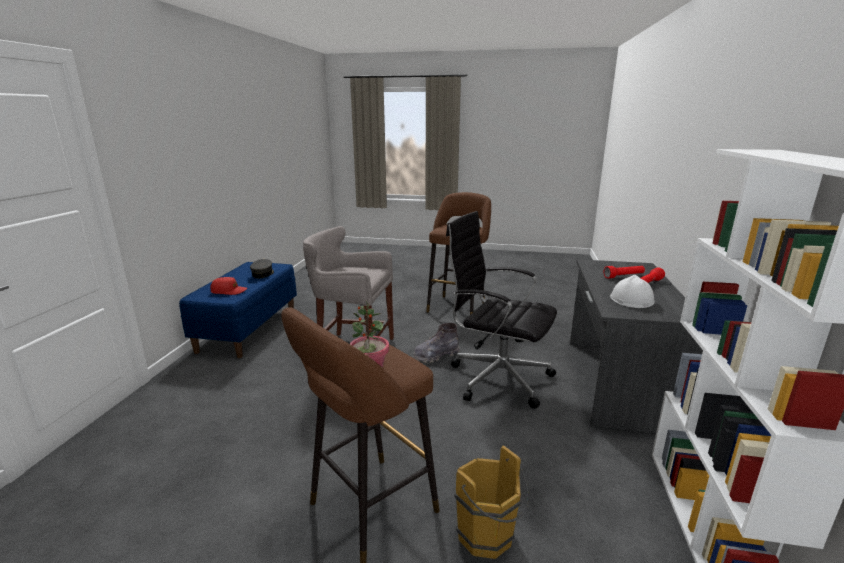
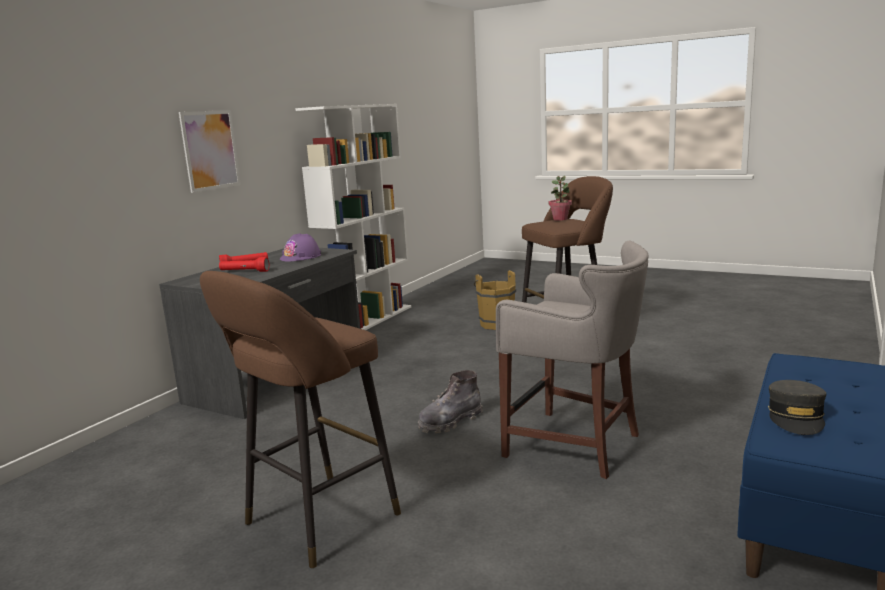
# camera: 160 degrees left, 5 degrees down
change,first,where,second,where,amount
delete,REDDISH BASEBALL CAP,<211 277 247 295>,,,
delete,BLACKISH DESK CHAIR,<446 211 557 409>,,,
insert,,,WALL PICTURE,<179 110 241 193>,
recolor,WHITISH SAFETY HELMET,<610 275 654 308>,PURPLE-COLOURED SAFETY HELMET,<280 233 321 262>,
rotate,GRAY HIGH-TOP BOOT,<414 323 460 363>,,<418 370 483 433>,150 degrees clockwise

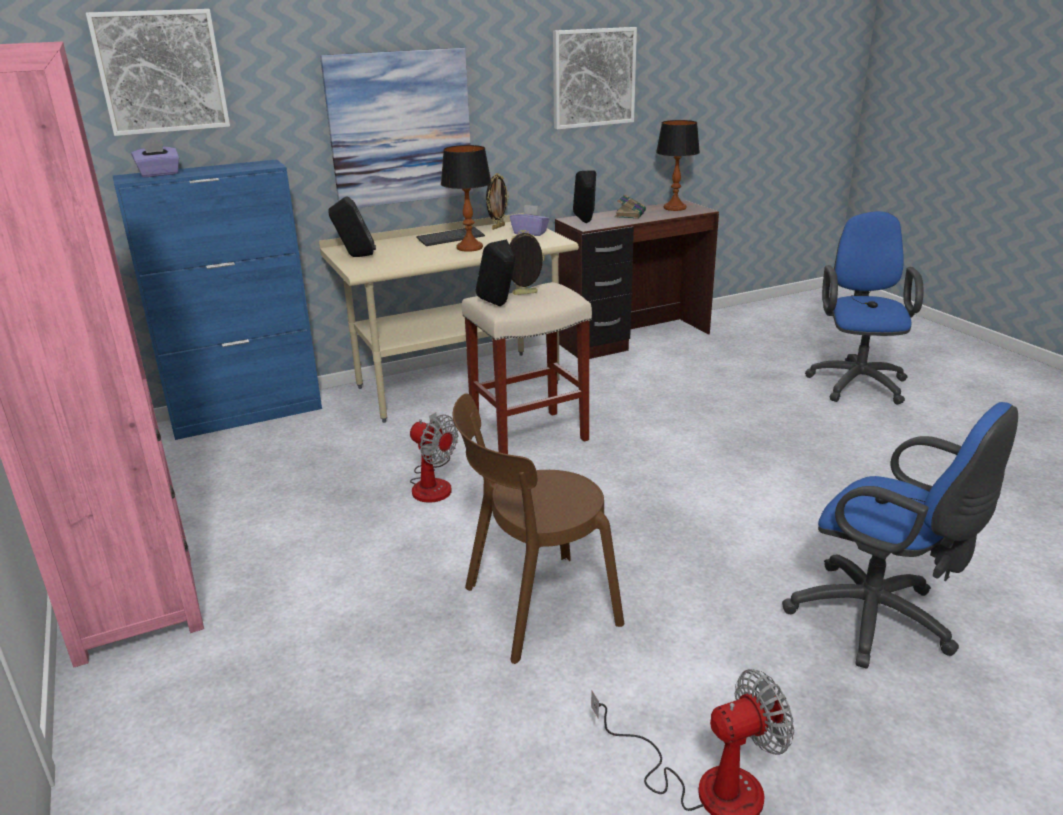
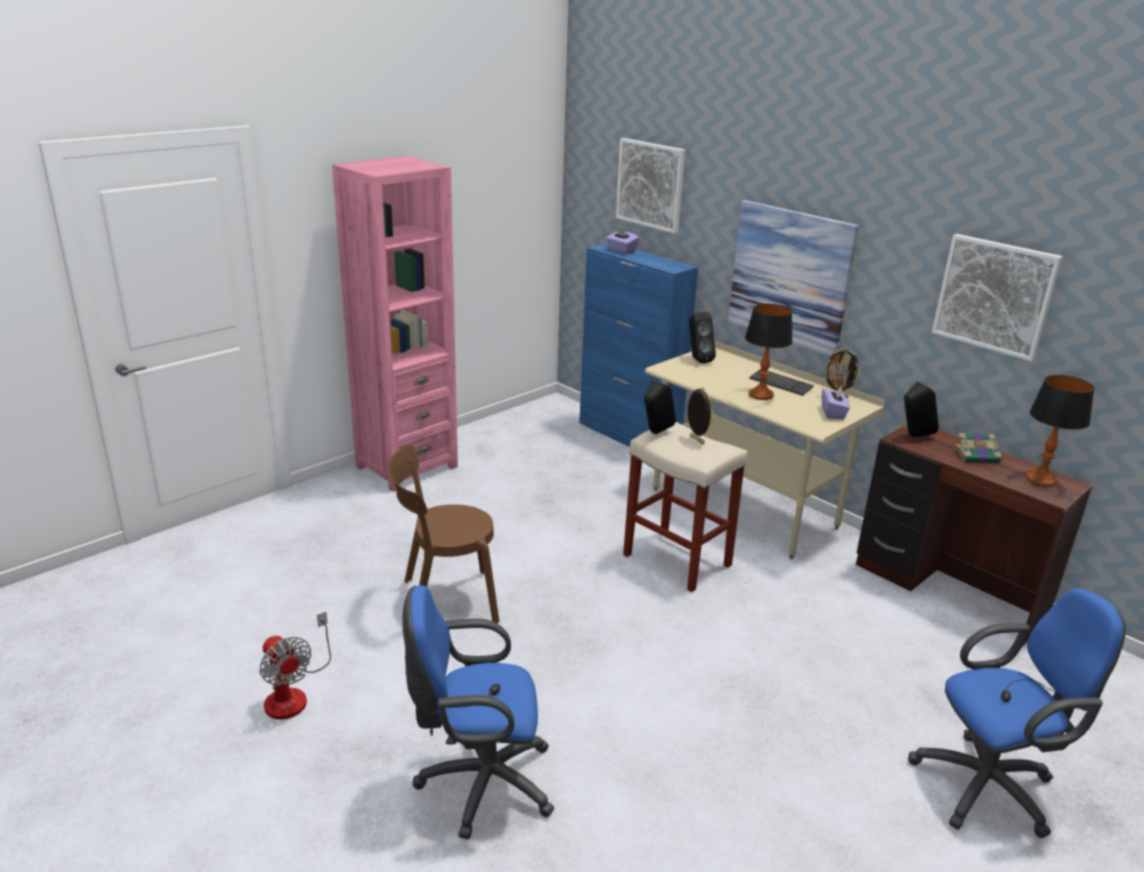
# camera: 70 degrees right, 0 degrees up
change,first,where,second,where,amount
delete,FAN,<410 413 458 503>,,,
rotate,BROWNISH UPRIGHT CHAIR,<453 393 624 664>,,<388 444 499 623>,60 degrees counterclockwise
rotate,BLUE-COLOURED DESK CHAIR,<782 402 1018 668>,,<402 585 554 839>,60 degrees clockwise

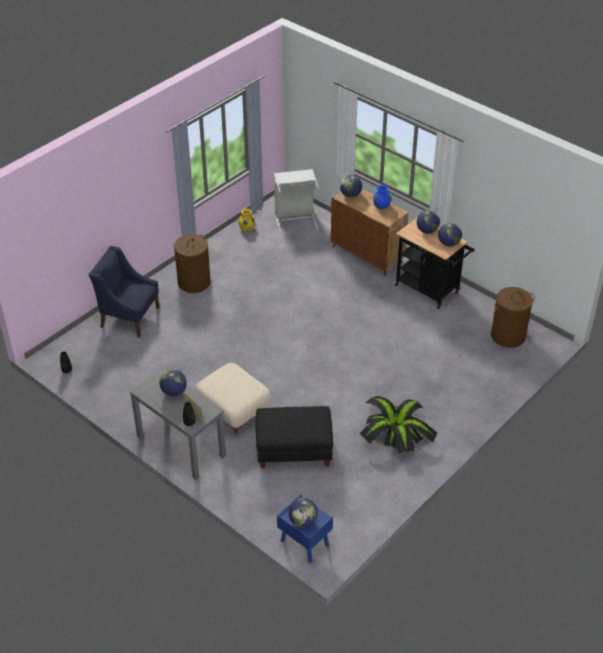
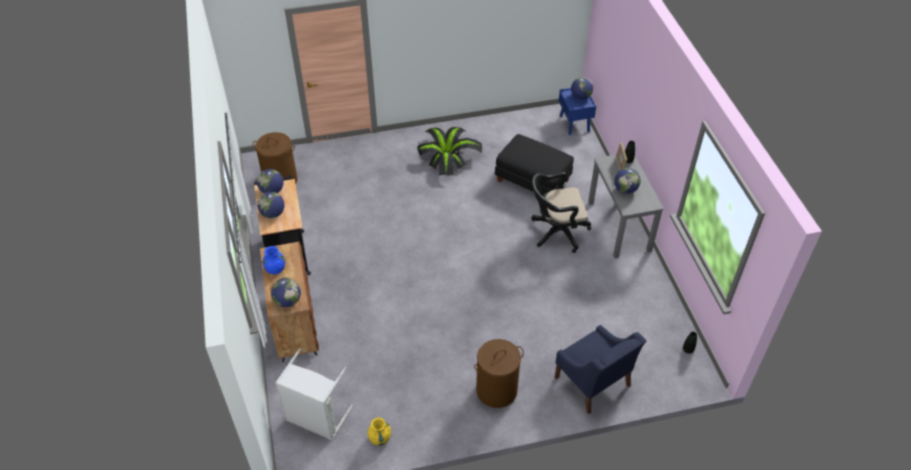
# camera: 145 degrees left, 5 degrees up
change,first,where,second,where,amount
replace,SAND-COLOURED FOOTREST,<195 363 271 436>,BLACKISH DESK CHAIR,<531 172 591 253>,

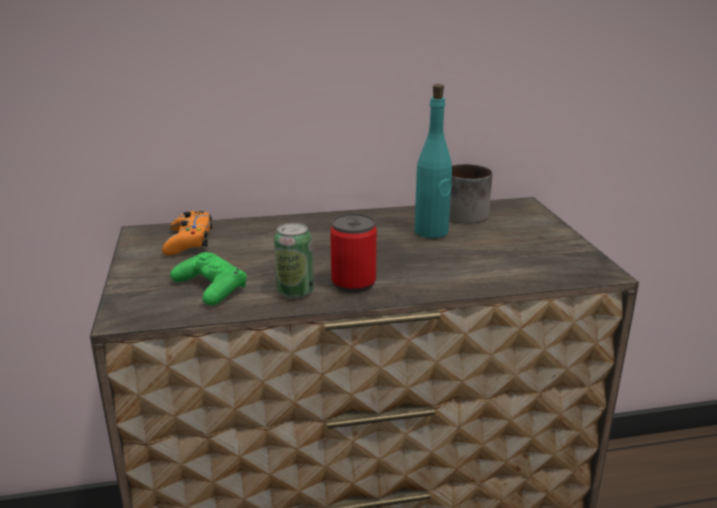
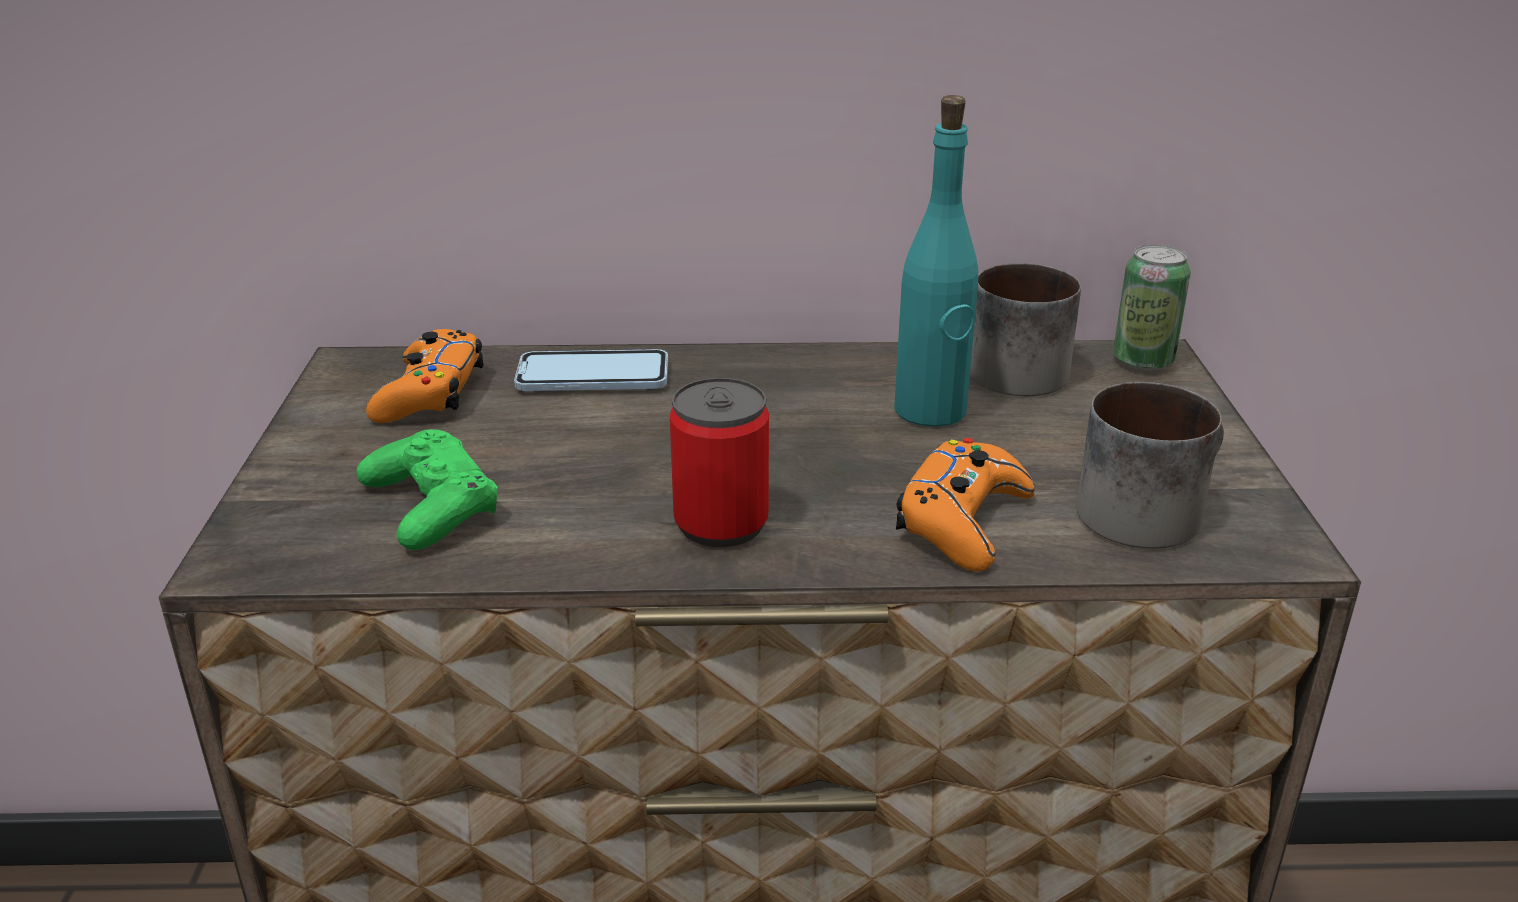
# camera: 10 degrees right, 5 degrees up
change,first,where,second,where,amount
insert,,,PHONE,<514 349 668 391>,
insert,,,ORANGEY GAMEPAD,<896 438 1035 571>,
insert,,,COFFEE MUG,<1076 382 1224 549>,
move,CAN,<274 223 313 298>,,<1113 244 1191 371>,

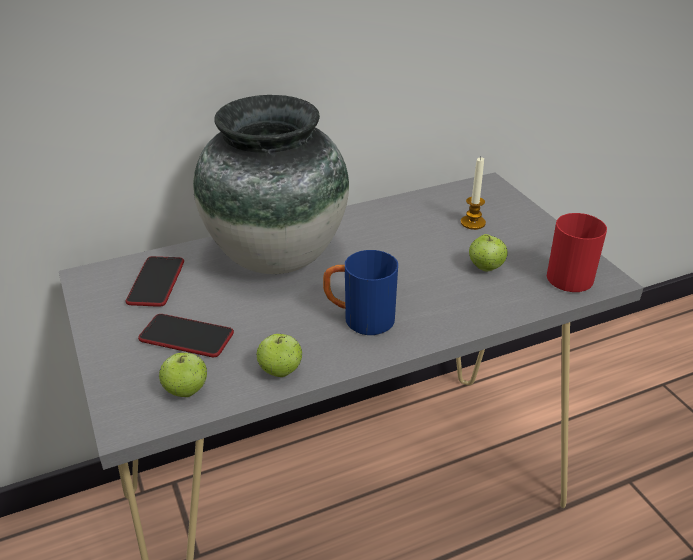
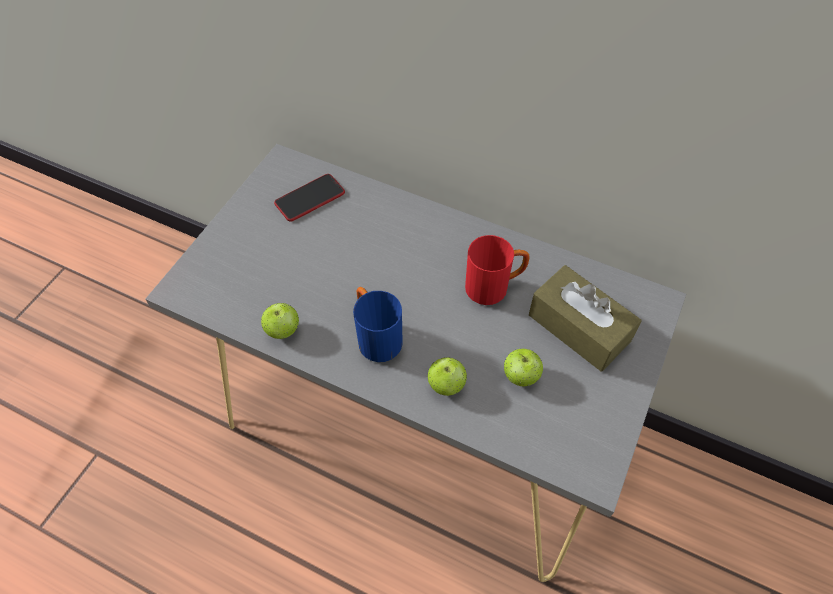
# camera: 50 degrees right, 20 degrees up
change,first,where,second,where,amount
delete,PHONE,<138 314 234 357>,,,
delete,DECORATIVE VASE,<193 95 349 274>,,,
move,APPLE,<159 353 207 397>,,<427 357 467 396>,
move,REDDISH COFFEE MUG,<547 213 607 292>,,<465 235 530 305>,
replace,WAX LIGHT,<461 157 486 230>,BROWNISH TISSUE HOLDER,<529 265 642 372>,

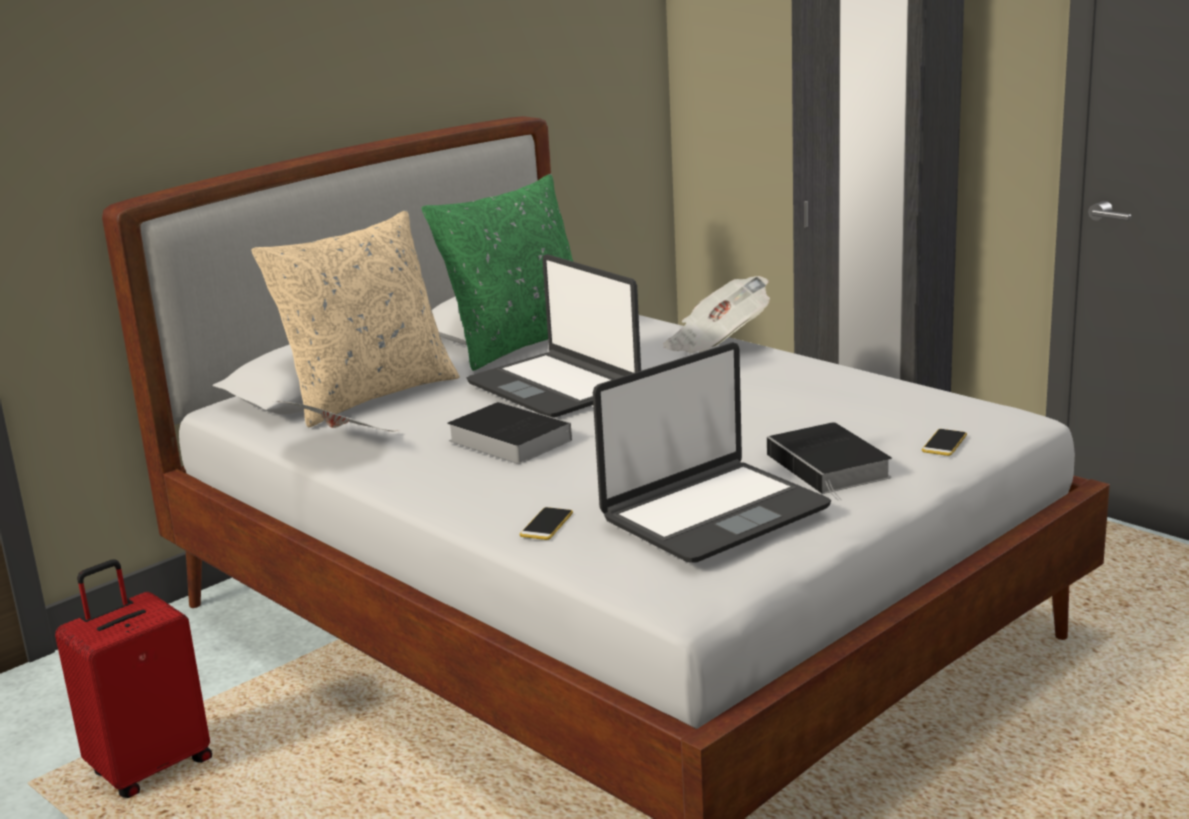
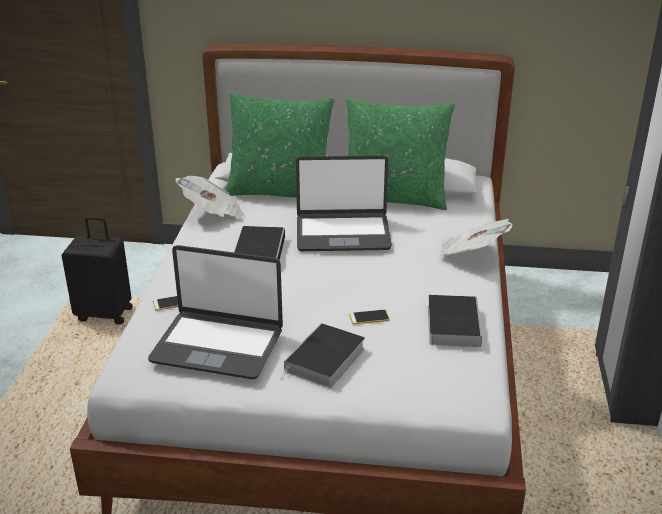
# camera: 50 degrees right, 10 degrees up
change,first,where,second,where,amount
insert,,,BOUND BOOK,<428 295 482 347>,
move,PHONE,<922 429 967 456>,,<349 310 390 324>,
recolor,REDDISH PIECE OF LUGGAGE,<55 560 212 798>,BLACKISH PIECE OF LUGGAGE,<62 216 133 325>,
recolor,SAND-COLOURED CUSHION,<251 210 460 428>,GREENISH CUSHION,<225 93 335 198>,
rotate,NOTEBOOK COMPUTER,<467 254 641 418>,,<296 155 392 251>,105 degrees counterclockwise

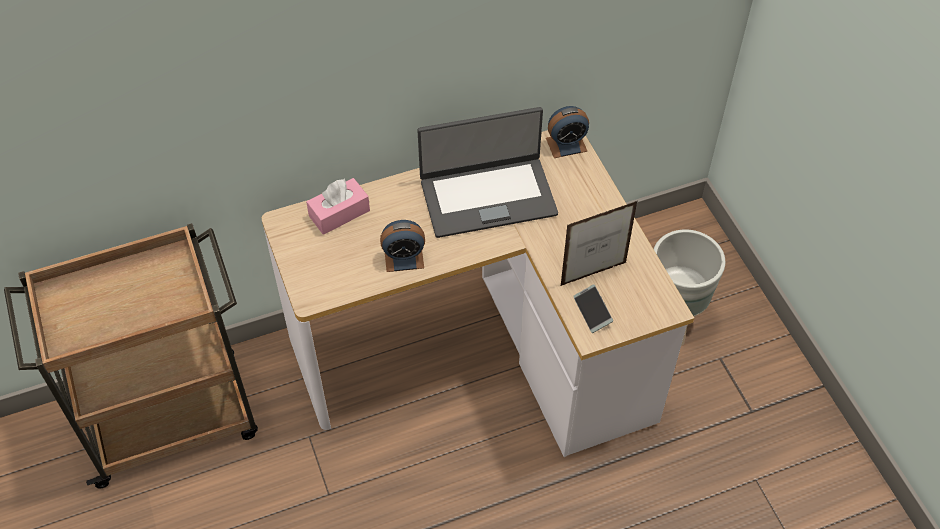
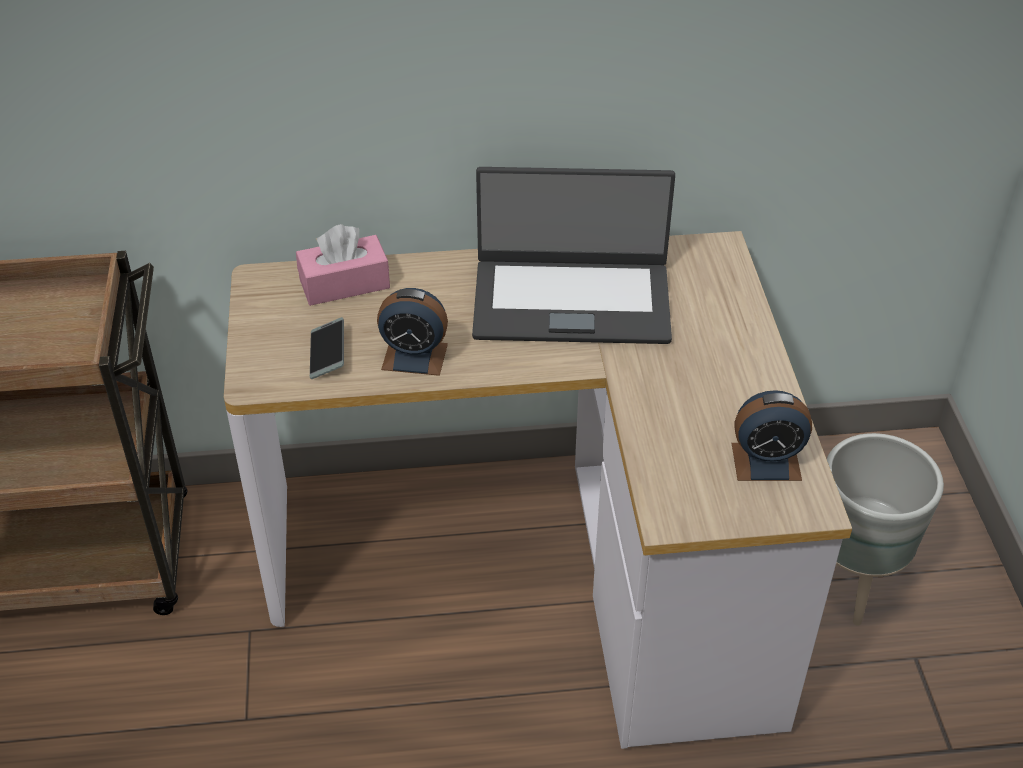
# camera: 15 degrees right, 10 degrees down
change,first,where,second,where,amount
delete,PICTURE FRAME,<561 201 637 286>,,,
move,ALARM CLOCK,<546 106 589 158>,,<731 390 812 481>,
move,PHONE,<573 284 613 333>,,<310 317 344 379>,

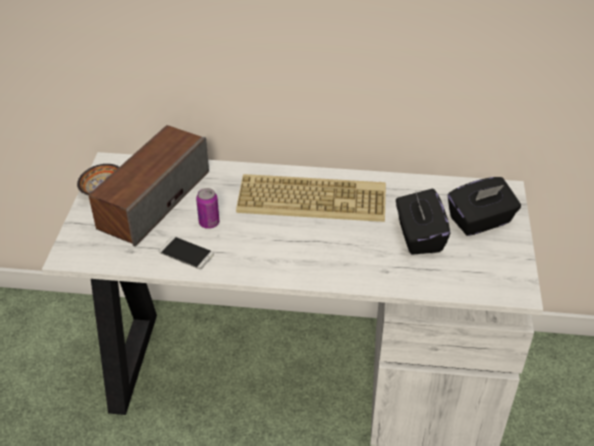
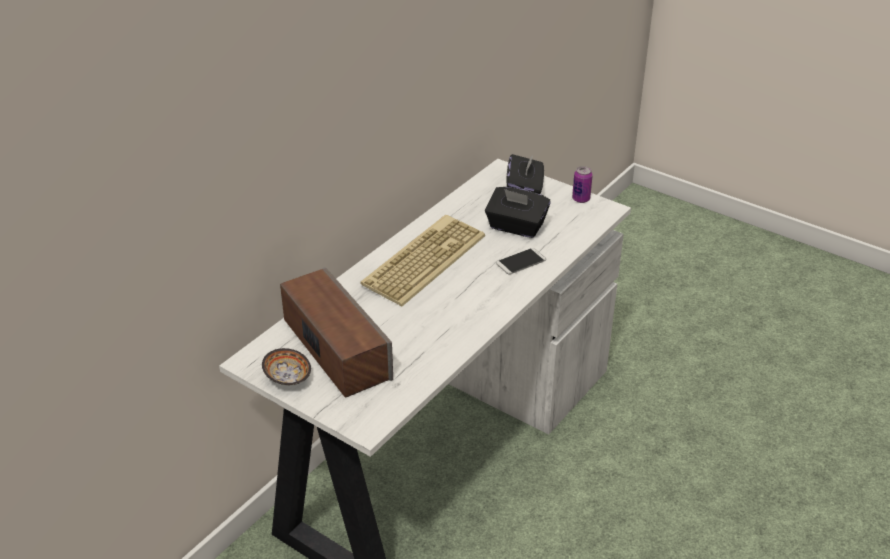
# camera: 60 degrees left, 5 degrees down
change,first,where,second,where,amount
move,PHONE,<159 236 214 269>,,<496 248 546 275>,
move,CAN,<196 188 219 229>,,<572 166 593 203>,

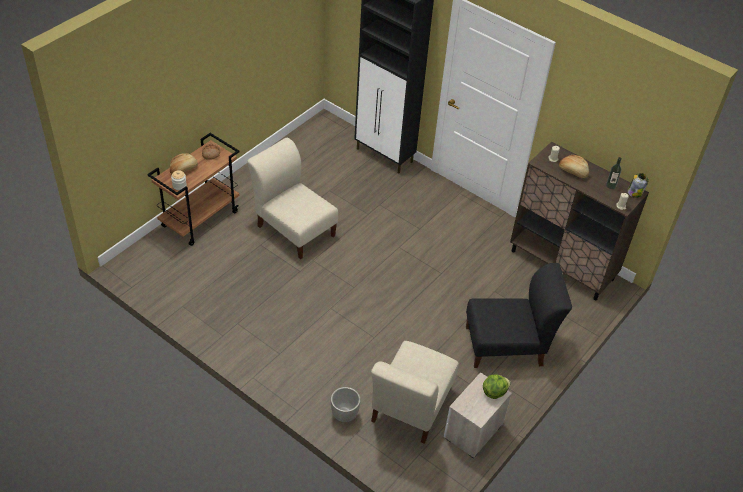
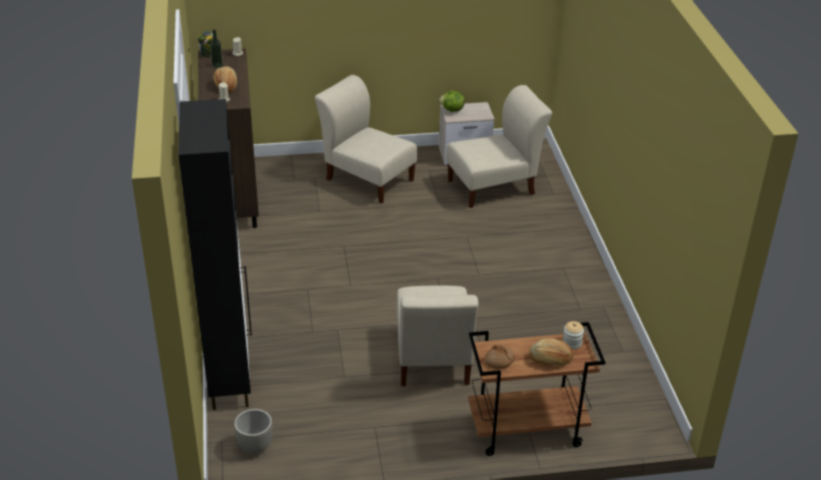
# camera: 135 degrees left, 10 degrees down
change,first,where,second,where,amount
move,GRAY FLOWER POT,<330 387 361 422>,,<234 409 272 453>,
recolor,BLACKISH UPRIGHT CHAIR,<466 263 572 368>,SAND-COLOURED UPRIGHT CHAIR,<315 75 417 203>,

